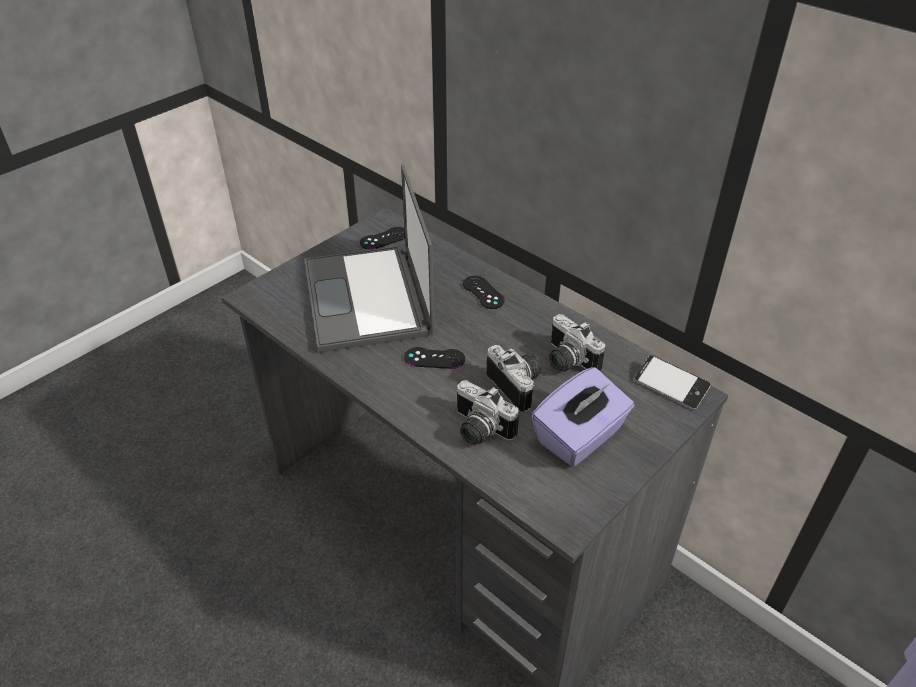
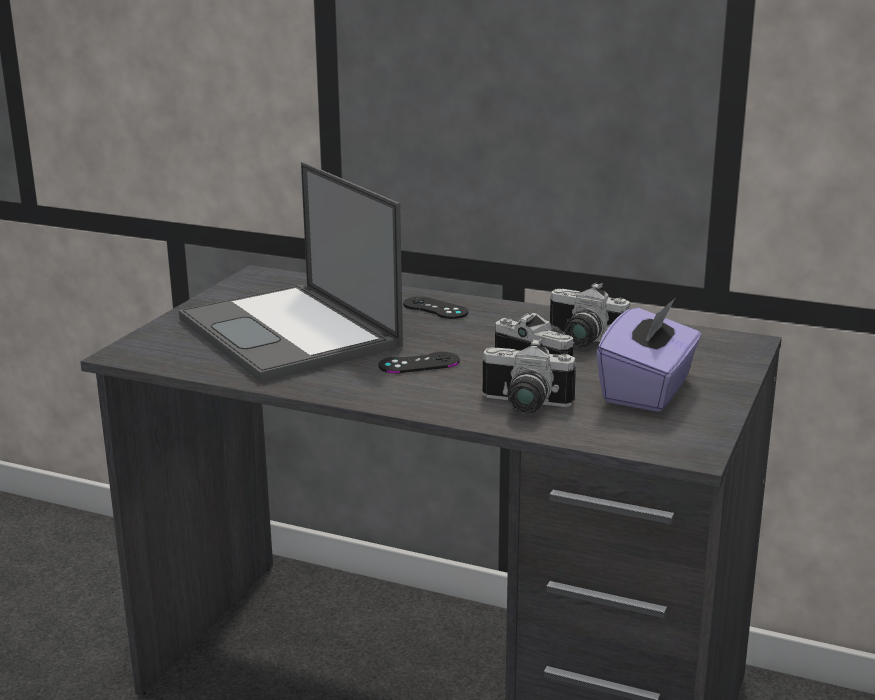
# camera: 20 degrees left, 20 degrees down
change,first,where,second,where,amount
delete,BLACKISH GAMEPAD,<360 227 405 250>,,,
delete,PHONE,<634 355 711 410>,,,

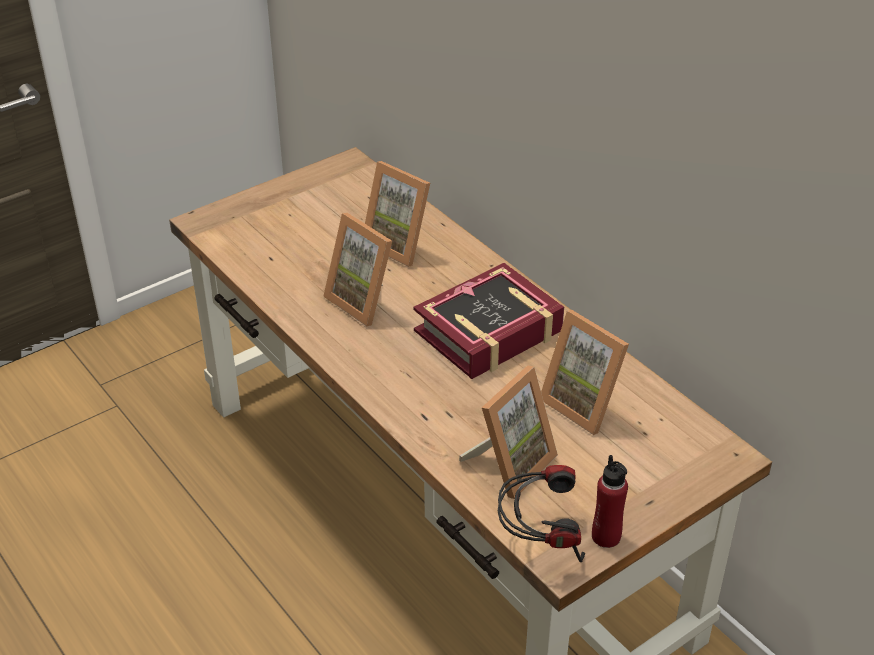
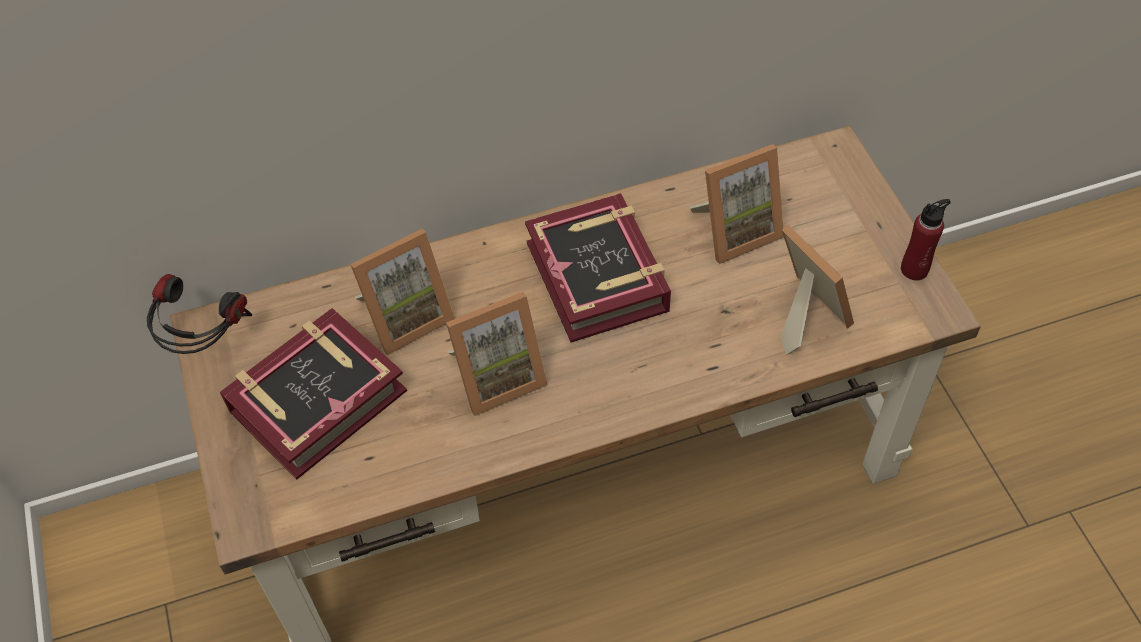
# camera: 70 degrees left, 15 degrees up
change,first,where,second,where,amount
insert,,,BOUND BOOK,<220 308 407 480>,
move,HEADPHONES,<498 465 585 562>,,<147 274 252 354>,

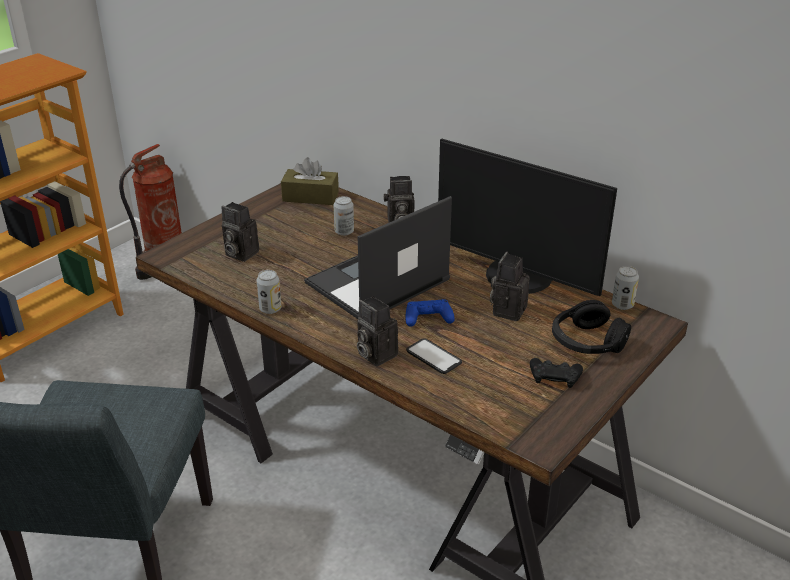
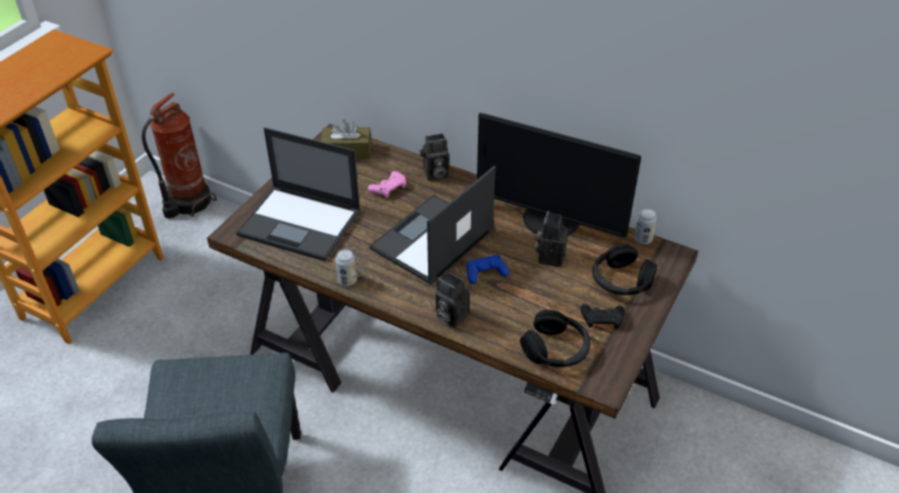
# camera: 10 degrees left, 10 degrees up
change,first,where,second,where,amount
delete,PHONE,<406 338 462 374>,,,
insert,,,BLACKISH HEADPHONES,<520 310 590 367>,
replace,STILL CAMERA,<221 202 259 262>,NOTEBOOK COMPUTER,<236 128 361 261>,
replace,CAN,<334 196 354 236>,PINKISH GAMEPAD,<368 171 406 198>,

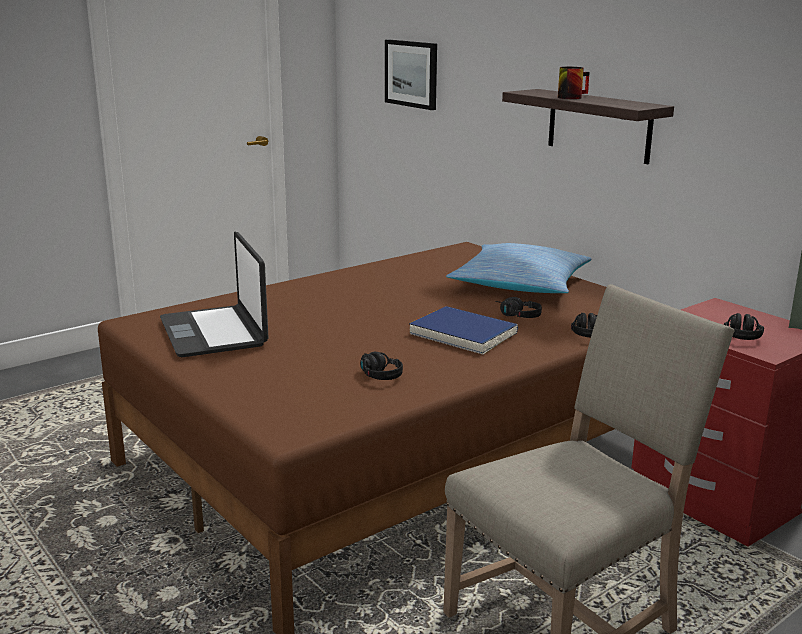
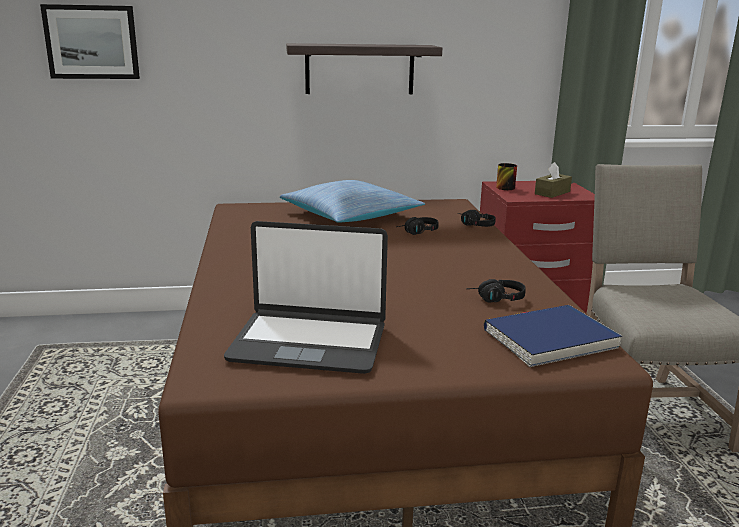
# camera: 60 degrees left, 0 degrees up
change,first,where,second,where,amount
move,BLUE-COLOURED BOUND BOOK,<409 306 518 355>,,<484 305 622 367>,
move,COFFEE MUG,<558 67 590 99>,,<496 163 517 190>,
replace,BLACKISH HEADPHONES,<724 313 764 340>,BROWNISH TISSUE HOLDER,<535 162 572 198>,

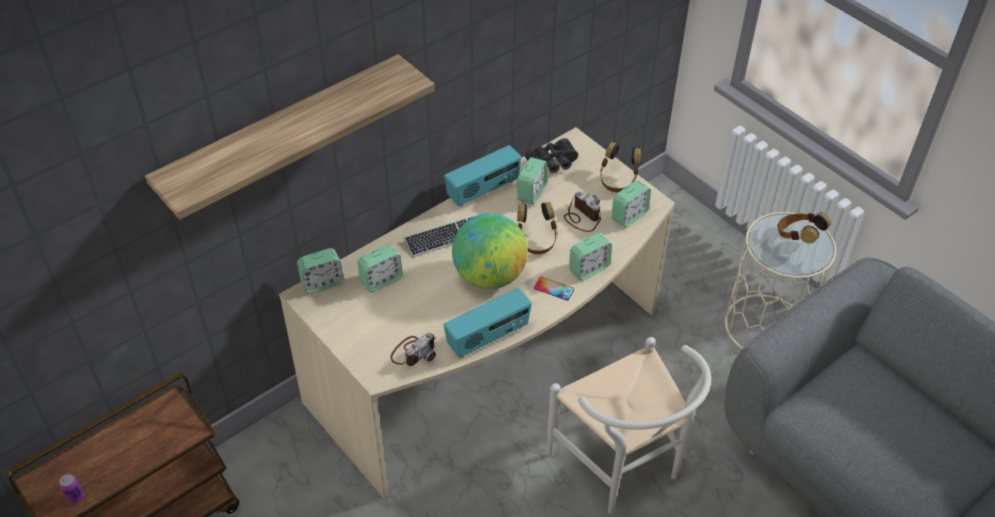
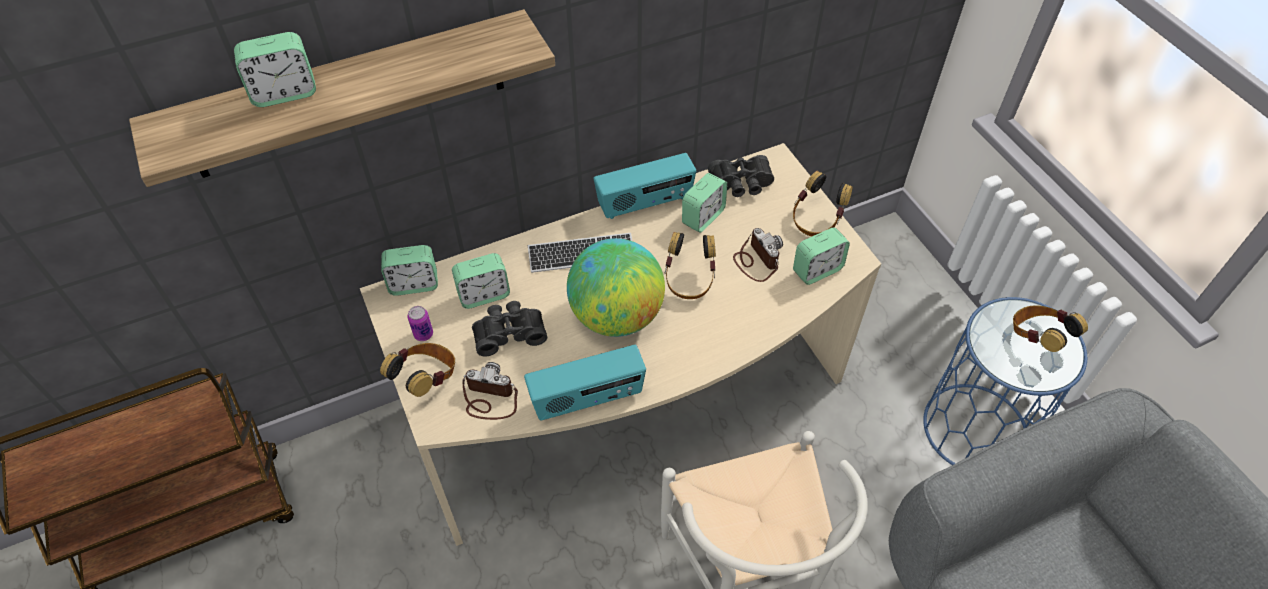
# camera: 15 degrees right, 5 degrees up
change,first,where,second,where,amount
delete,PHONE,<534 277 574 301>,,,
insert,,,HEADPHONES,<380 343 455 397>,
insert,,,BLACKISH FIELD GLASSES,<472 301 547 356>,
move,CAN,<59 474 84 504>,,<408 306 433 341>,
move,ALARM CLOCK,<569 233 612 280>,,<234 32 316 107>,
recolor,SAND-COLOURED END TABLE,<725 212 836 350>,BLUE-COLOURED END TABLE,<923 297 1087 465>,
rotate,STILL CAMERA,<390 333 436 366>,,<463 362 518 420>,135 degrees counterclockwise

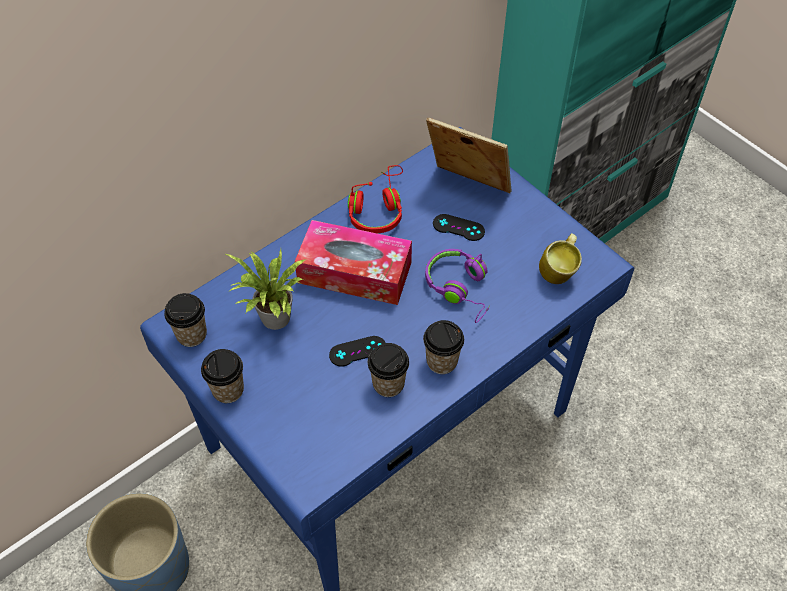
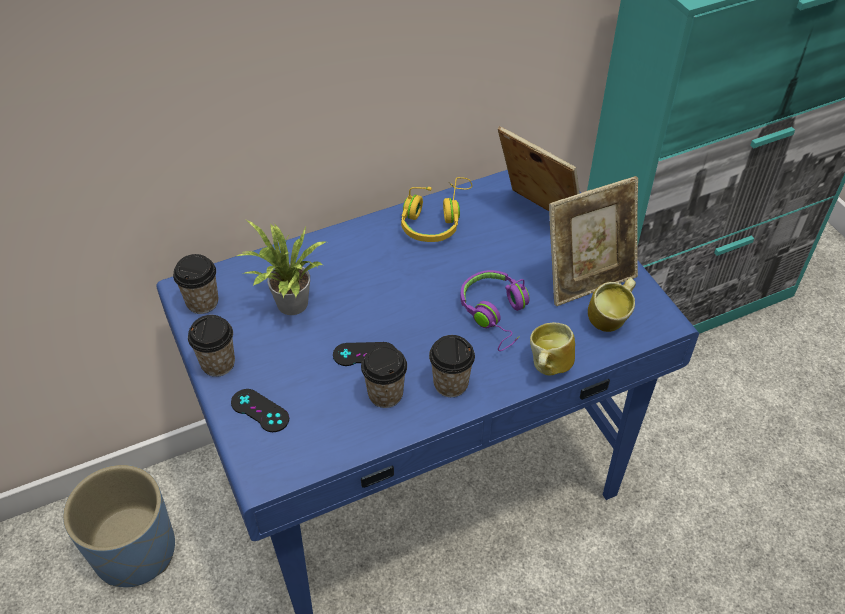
# camera: 15 degrees right, 5 degrees down
change,first,where,second,where,amount
delete,TISSUE HOLDER,<295 220 412 305>,,,
insert,,,COFFEE MUG,<530 322 575 376>,
insert,,,PICTURE FRAME,<549 176 638 306>,
move,BLACKISH GAMEPAD,<433 214 485 241>,,<231 389 289 432>,
recolor,REDDISH HEADPHONES,<348 165 403 233>,YELLOW-COLOURED HEADPHONES,<401 177 472 242>,

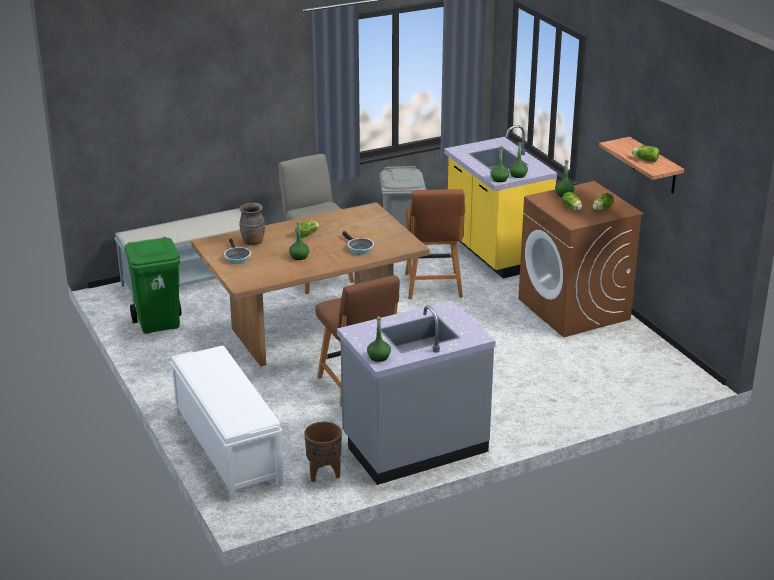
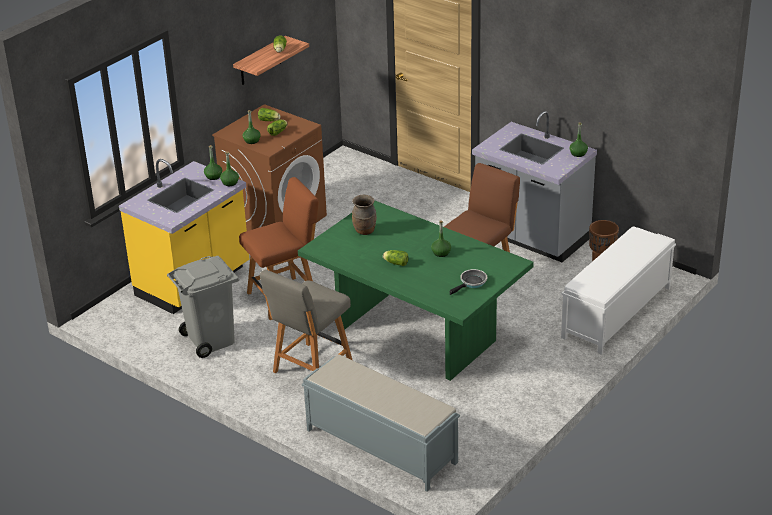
# camera: 115 degrees left, 5 degrees up
change,first,where,second,where,amount
delete,GREENISH TRASH CAN,<124 237 182 334>,,,
delete,FRYING PAN,<342 231 374 254>,,,
move,BROWNISH DECORATIVE VASE,<239 203 265 245>,,<352 195 377 235>,
recolor,BROWNISH DINING TABLE,<191 202 430 367>,GREENISH DINING TABLE,<298 200 534 381>,

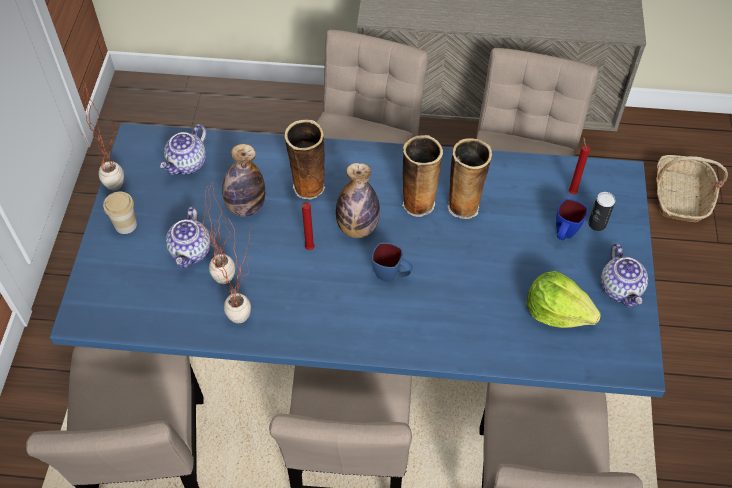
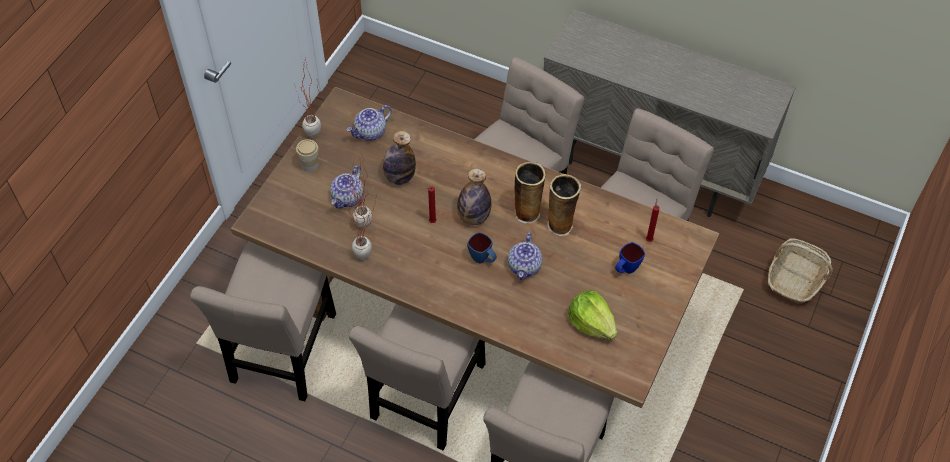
# camera: 20 degrees right, 0 degrees up
change,first,where,second,where,amount
delete,DECORATIVE VASE,<284 119 326 200>,,,
delete,CAN,<588 192 615 231>,,,
move,TEAPOT,<601 243 648 308>,,<508 232 542 280>,
recolor,BLUE-COLOURED DINING TABLE,<50 123 665 398>,BROWNISH DINING TABLE,<231 87 719 408>,

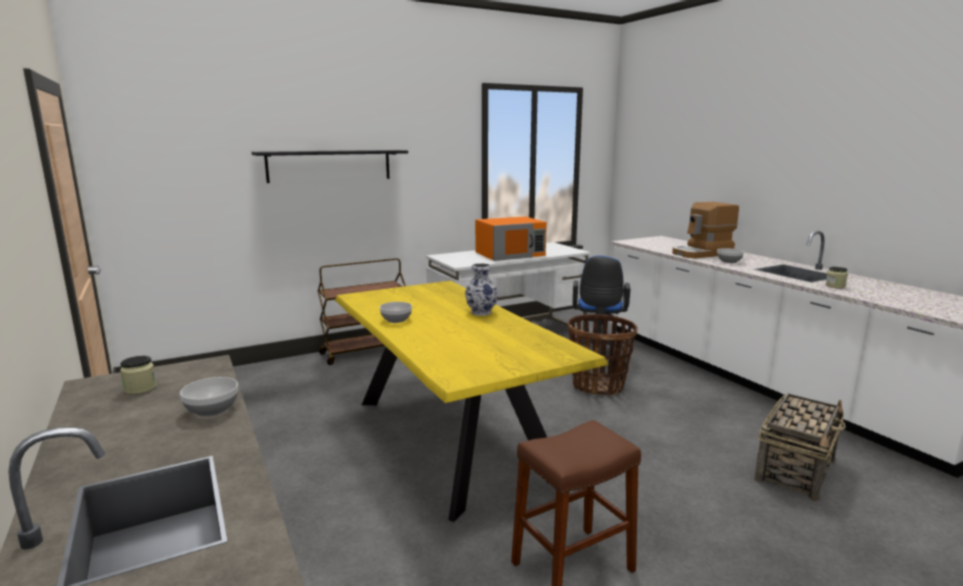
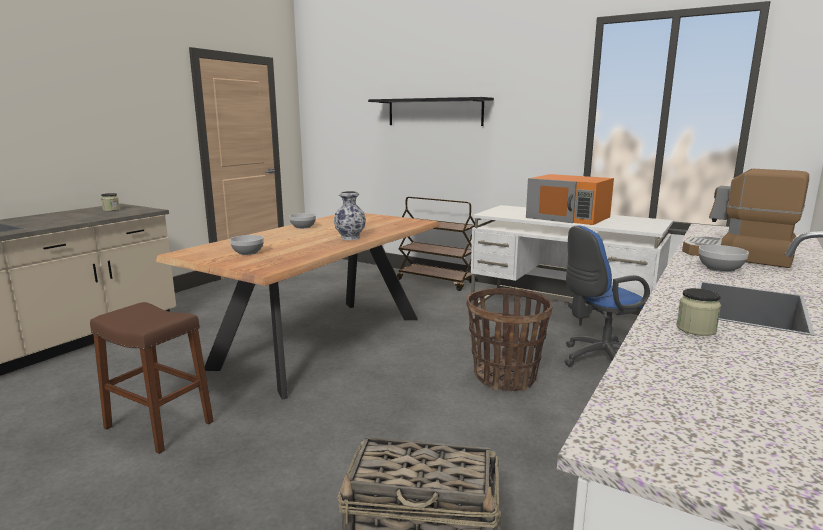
# camera: 60 degrees right, 0 degrees up
change,first,where,second,where,amount
move,SERVING BOWL,<180 377 238 417>,,<230 235 264 255>,
recolor,YELLOW-COLOURED DINING TABLE,<335 281 609 522>,BROWNISH DINING TABLE,<155 213 440 400>,

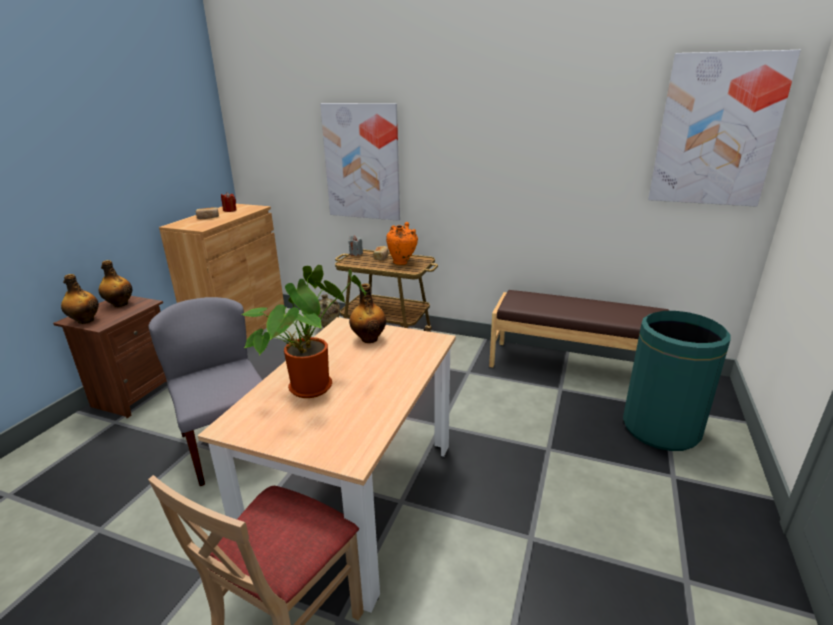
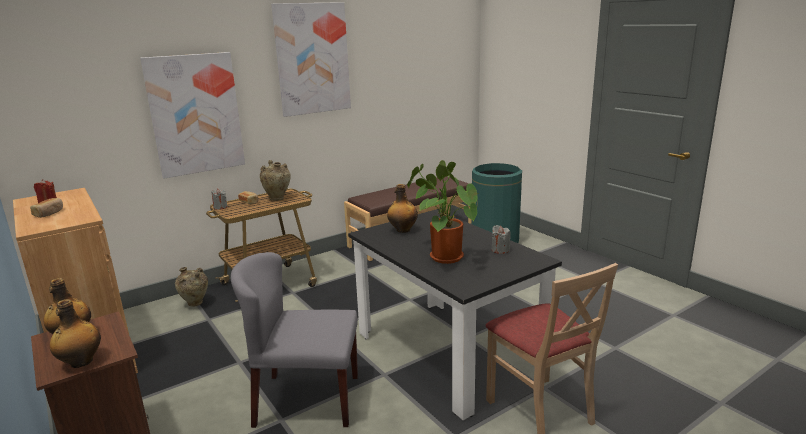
# camera: 55 degrees left, 5 degrees down
change,first,where,second,where,amount
insert,,,GRAY WAX LIGHT,<492 225 511 254>,
move,WALL PICTURE,<648 50 801 207>,,<271 2 351 117>,
recolor,SAND-COLOURED DINING TABLE,<198 317 456 613>,BLACKISH DINING TABLE,<348 210 562 420>,
recolor,ORANGEY DECORATIVE VASE,<386 222 418 265>,SAND-COLOURED DECORATIVE VASE,<260 160 291 201>,

